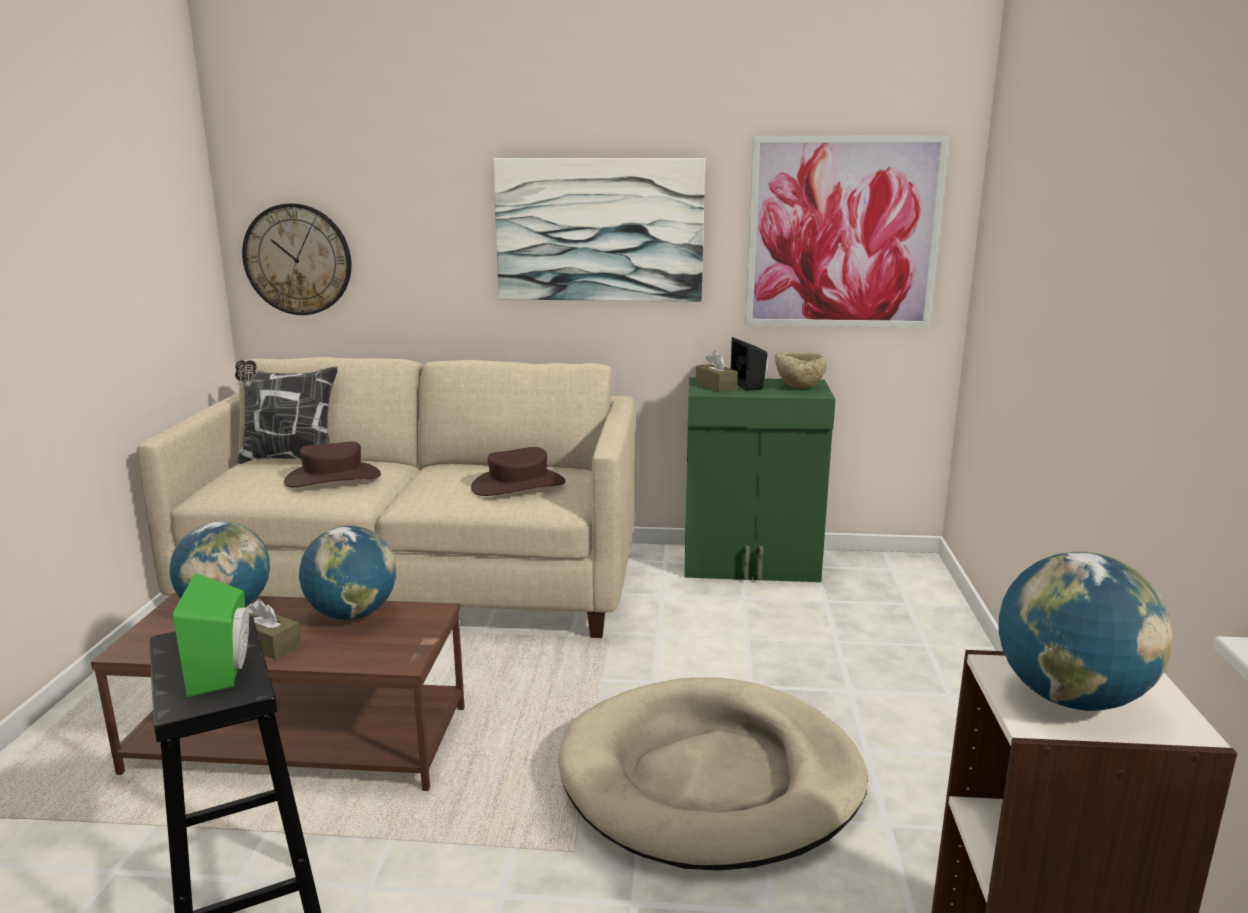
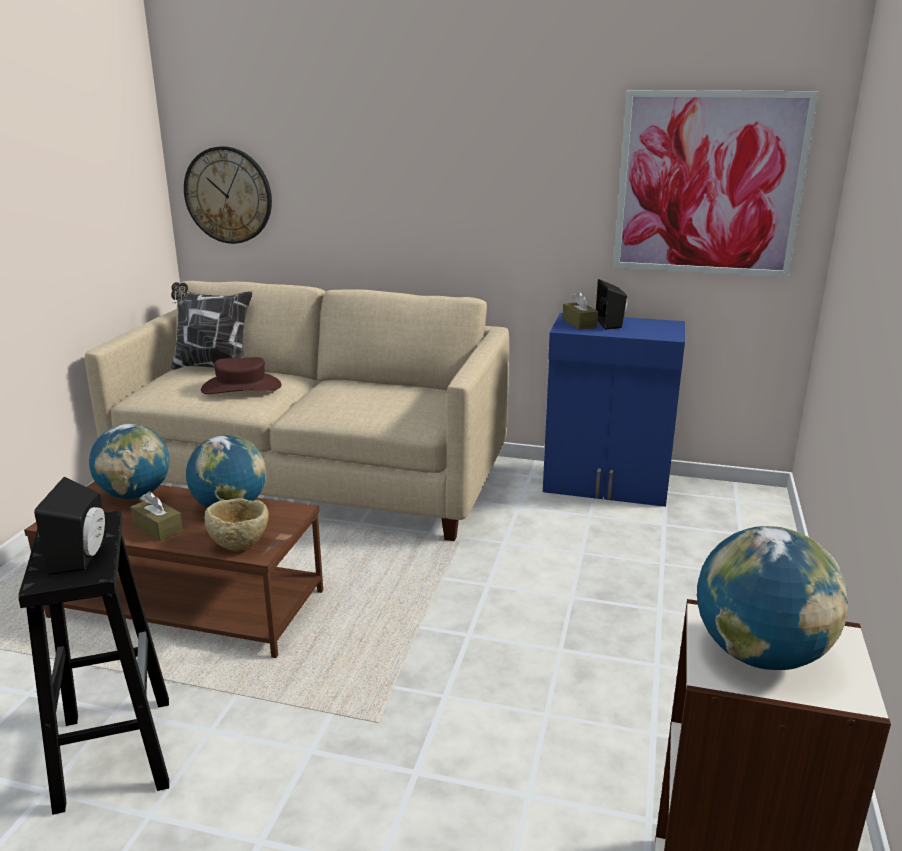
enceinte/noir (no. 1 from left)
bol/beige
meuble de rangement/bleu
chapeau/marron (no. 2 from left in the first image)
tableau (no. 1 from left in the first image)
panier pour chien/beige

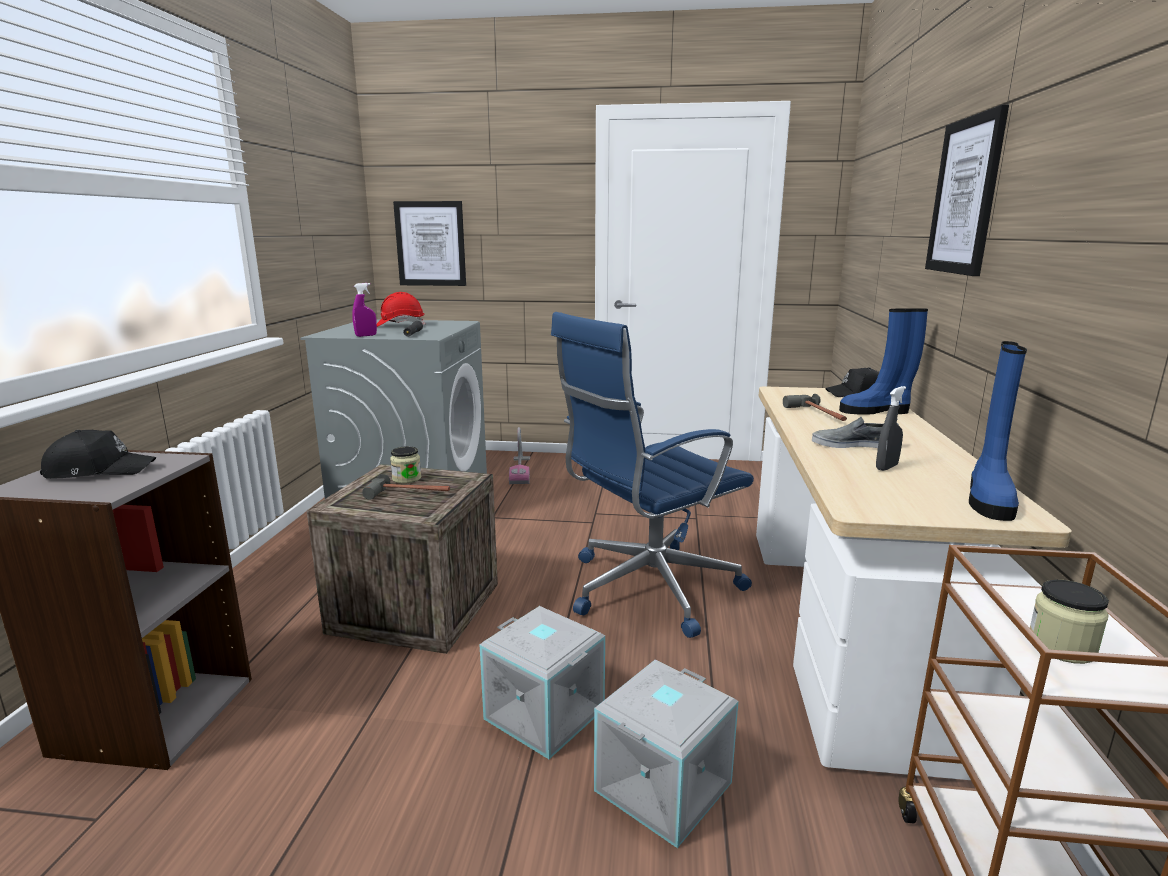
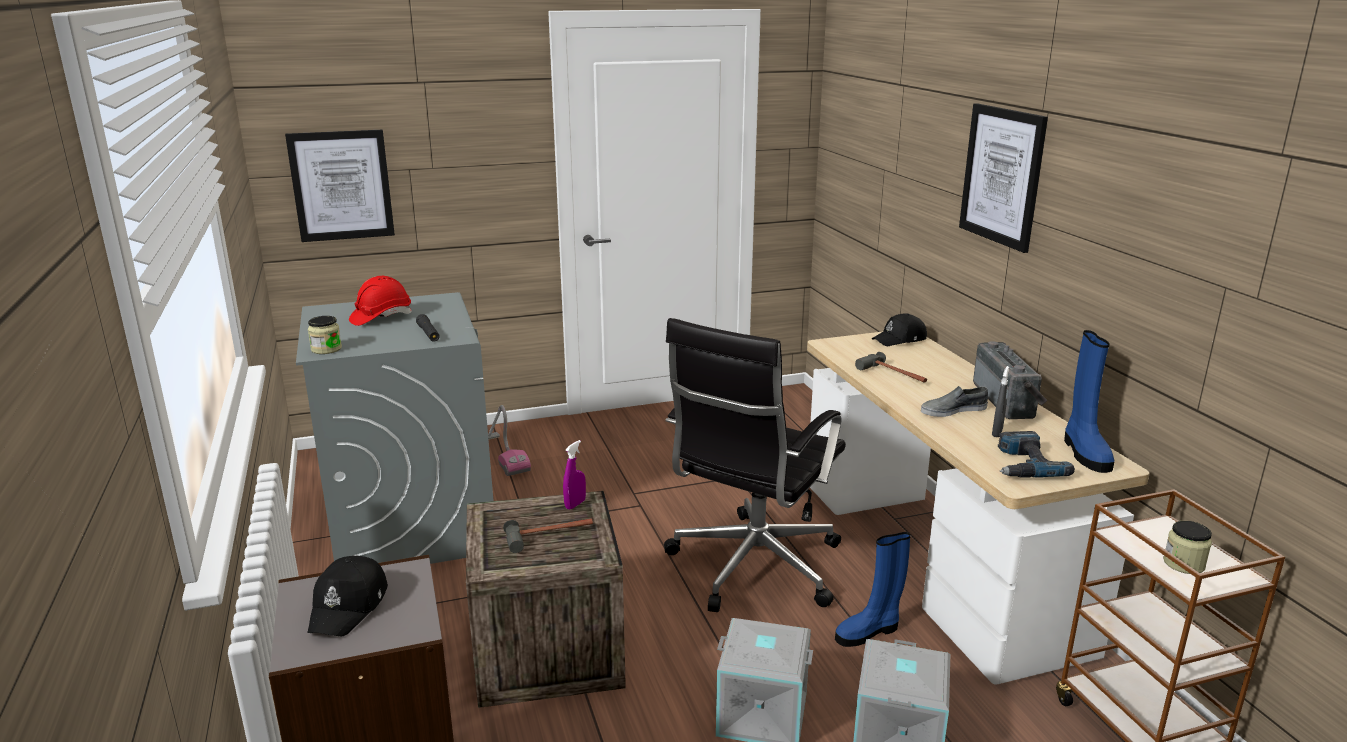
casquette/noir (no. 1 from left)
bocal (no. 1 from left)
vaporisateur/violet
chaise de bureau/noir
botte/bleu (no. 1 from left)
radio
perceuse

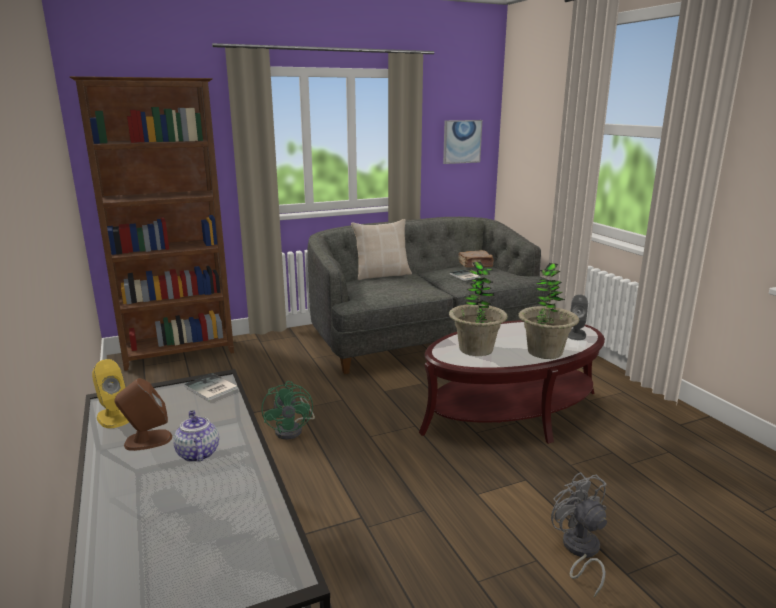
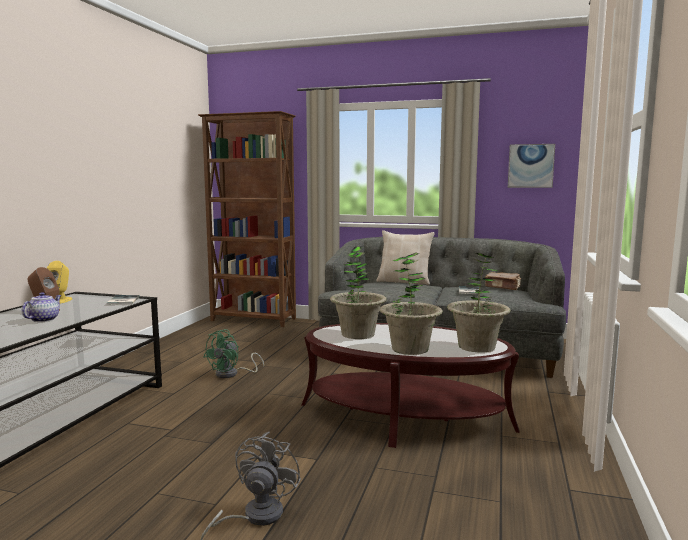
plante en pot (no. 3 from left)

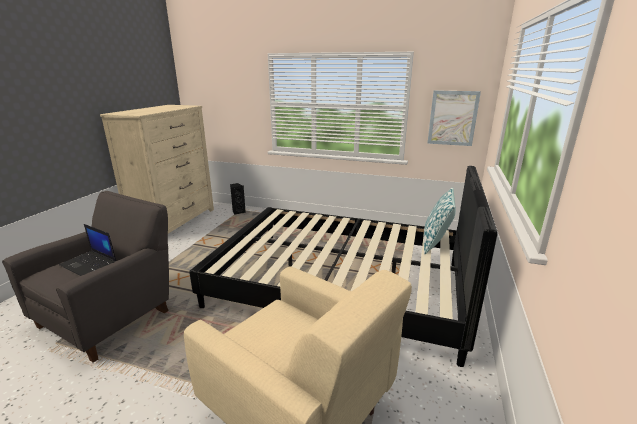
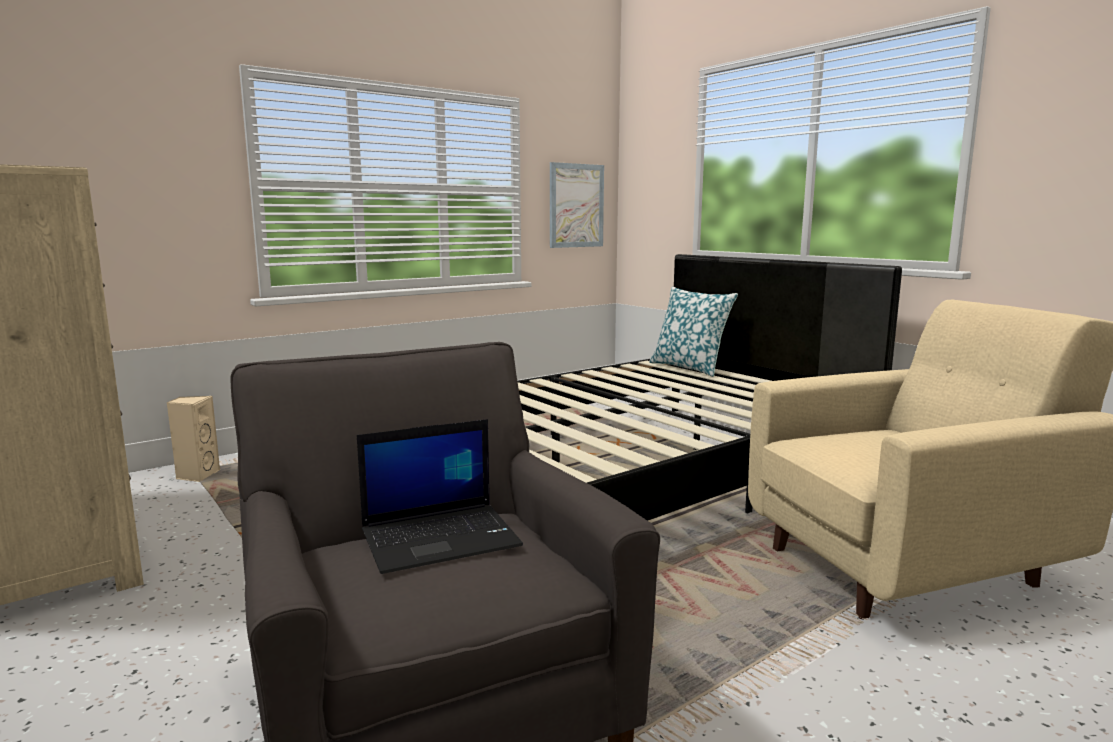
enceinte/beige

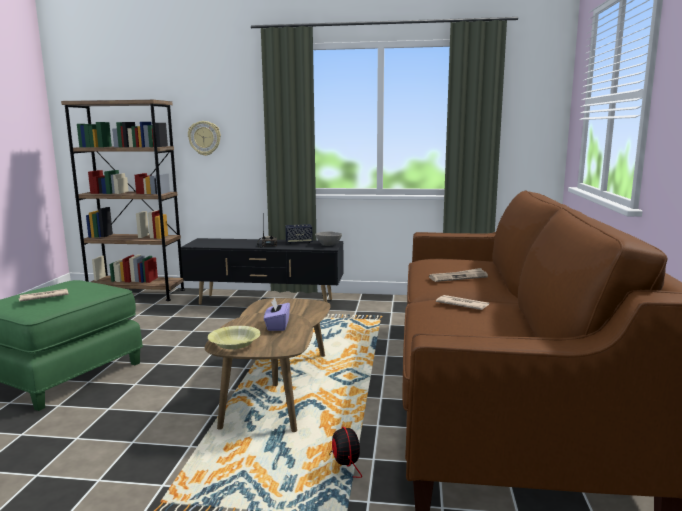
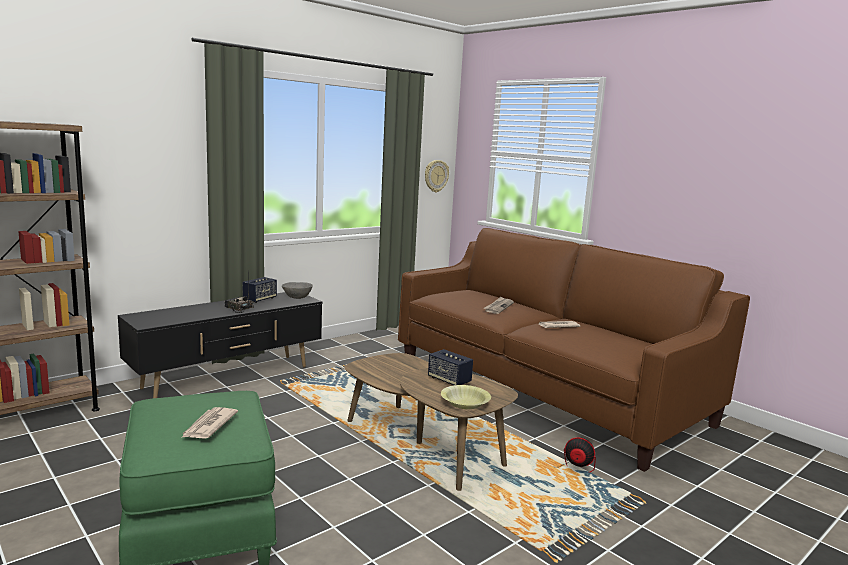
horloge murale
enceinte (no. 2 from left)

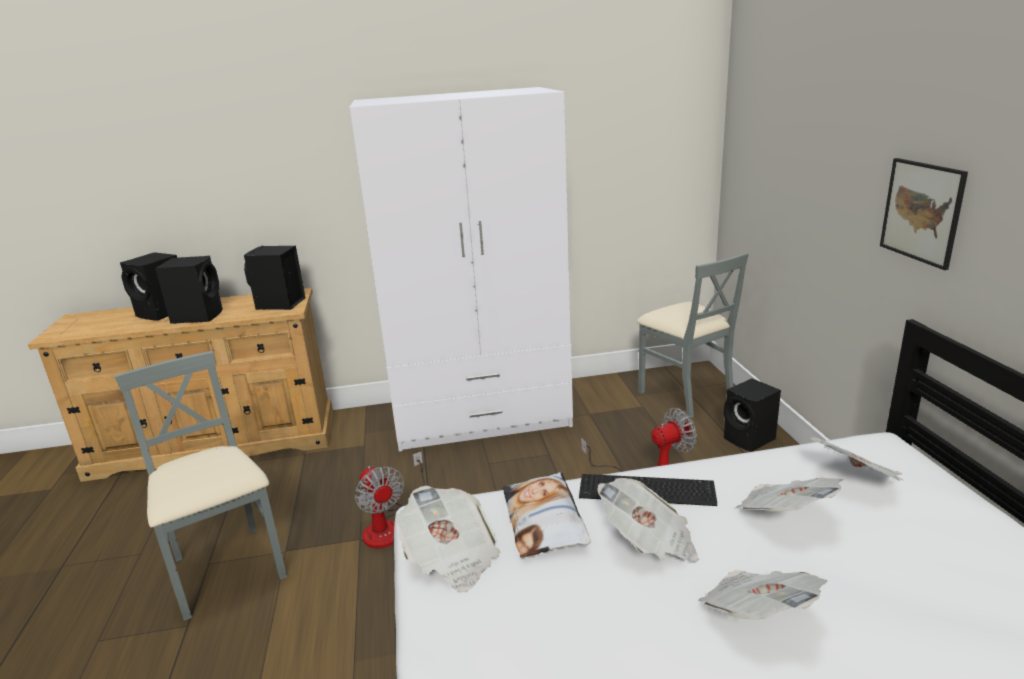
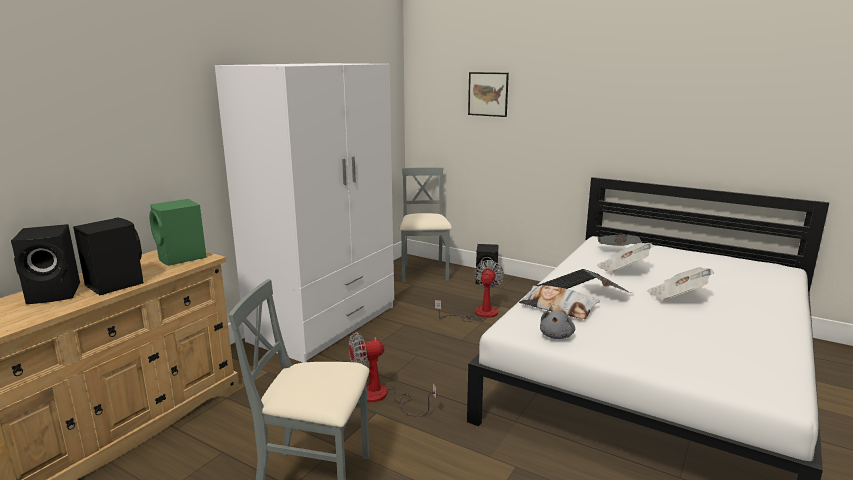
enceinte/vert
ventilateur (no. 1 from left)
chaise/gris (no. 2 from left)
tableau
peluche/gris

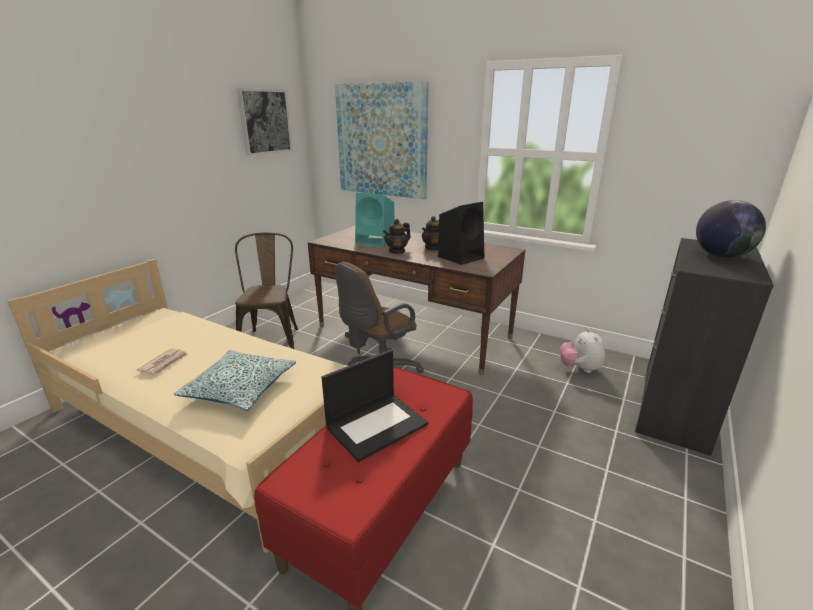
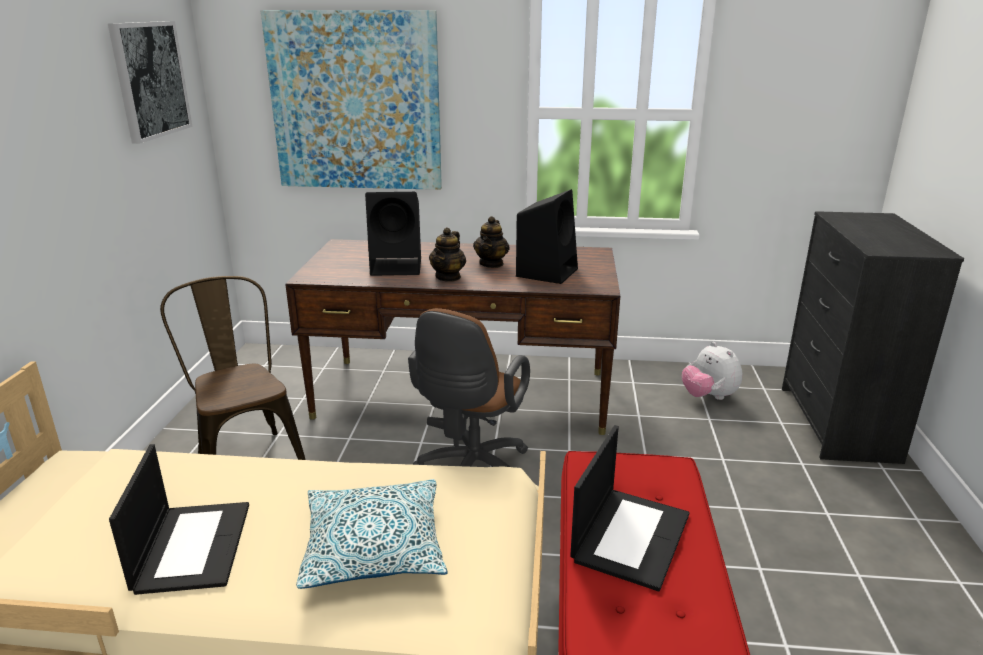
ordinateur portable (no. 1 from left)
enceinte/noir (no. 1 from left)
globe

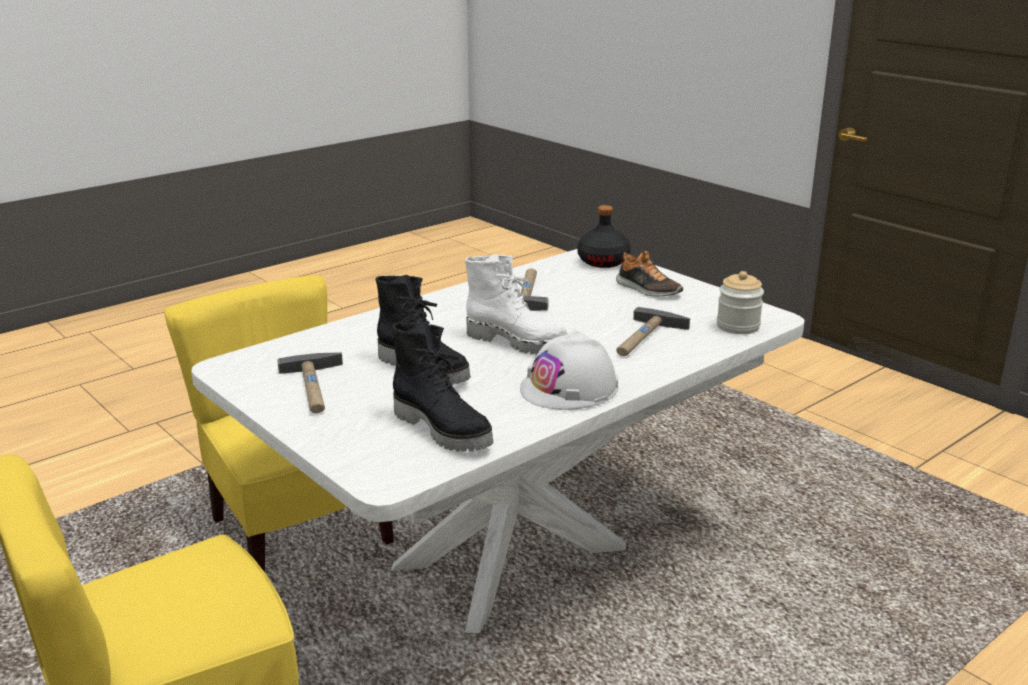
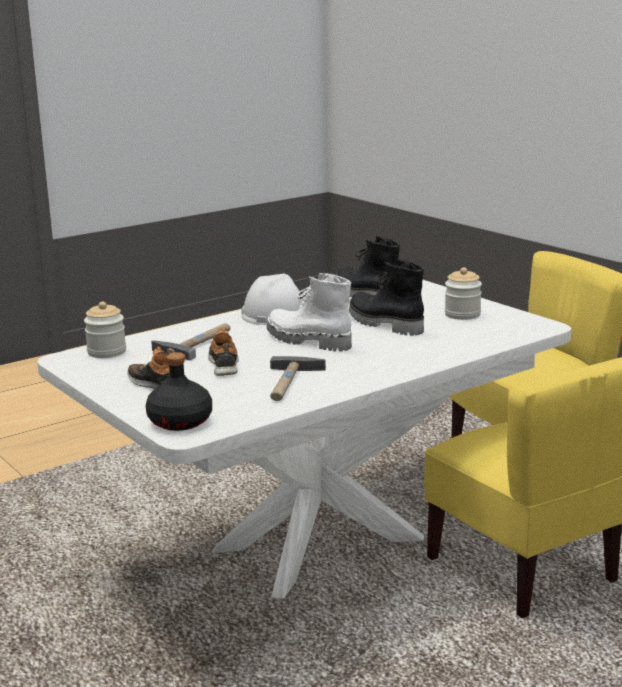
chaussure (no. 2 from left)
bocal (no. 2 from left)

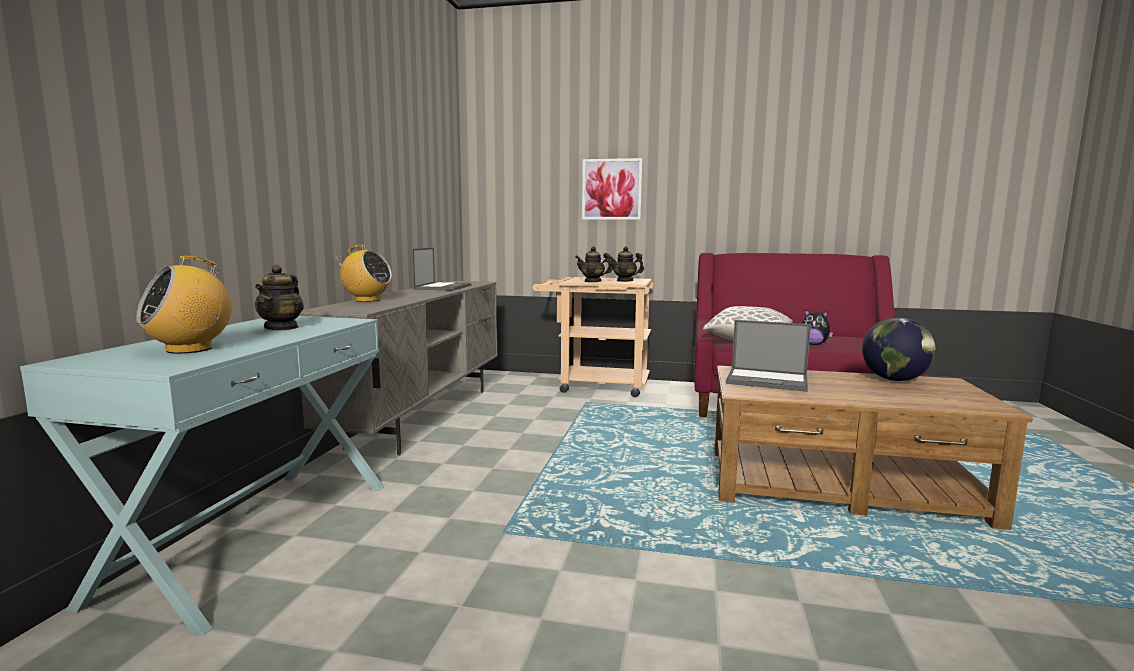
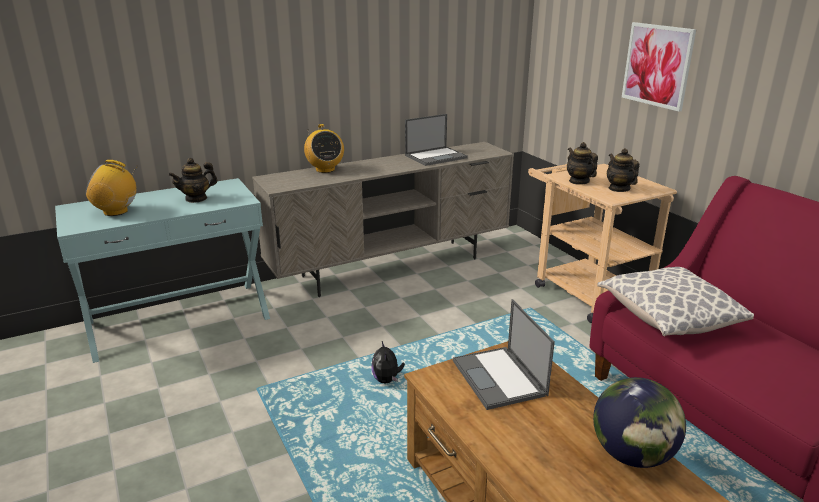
peluche

